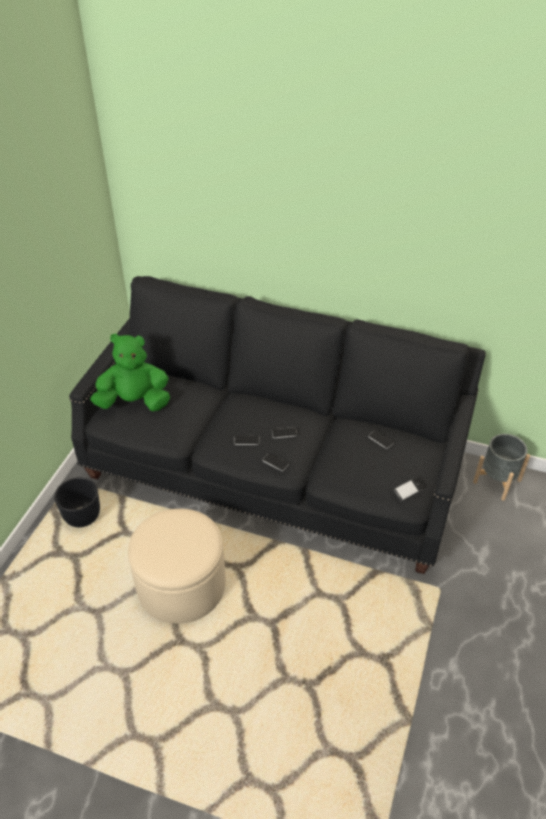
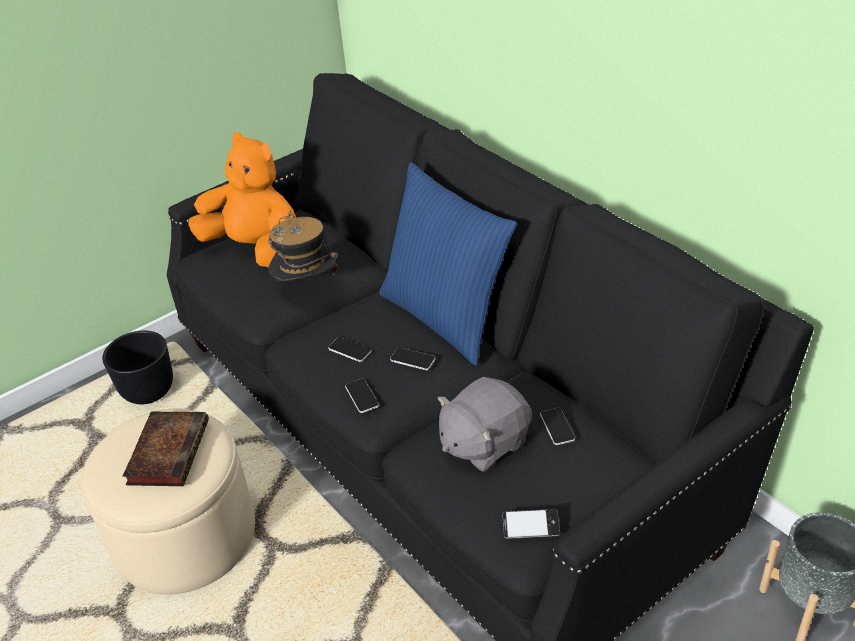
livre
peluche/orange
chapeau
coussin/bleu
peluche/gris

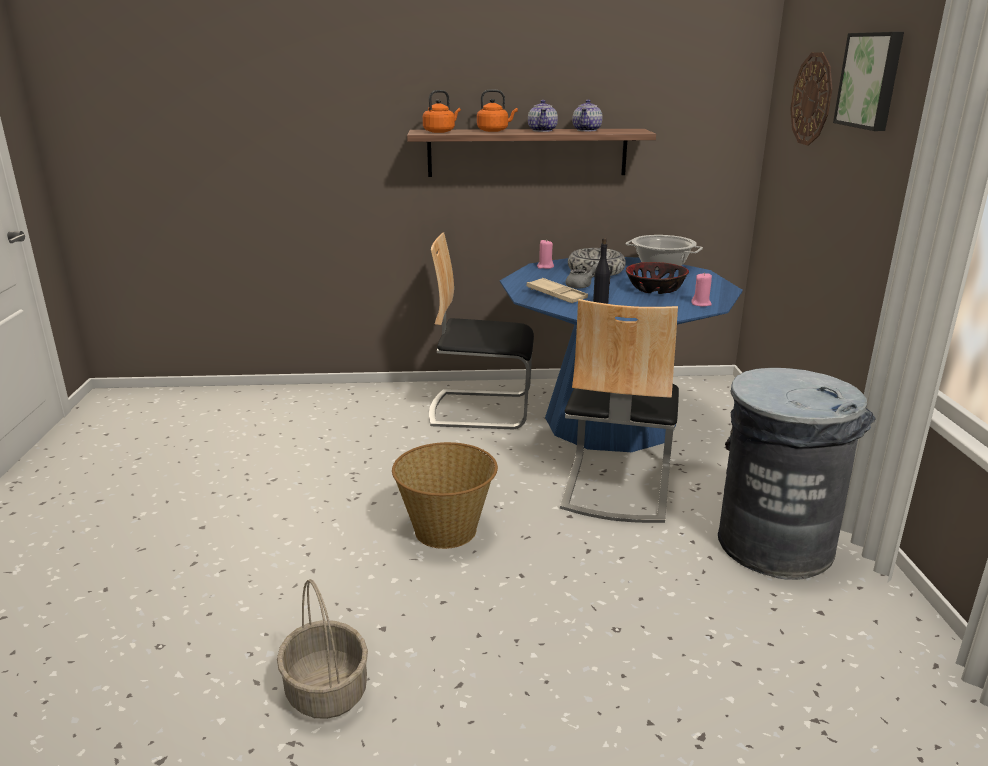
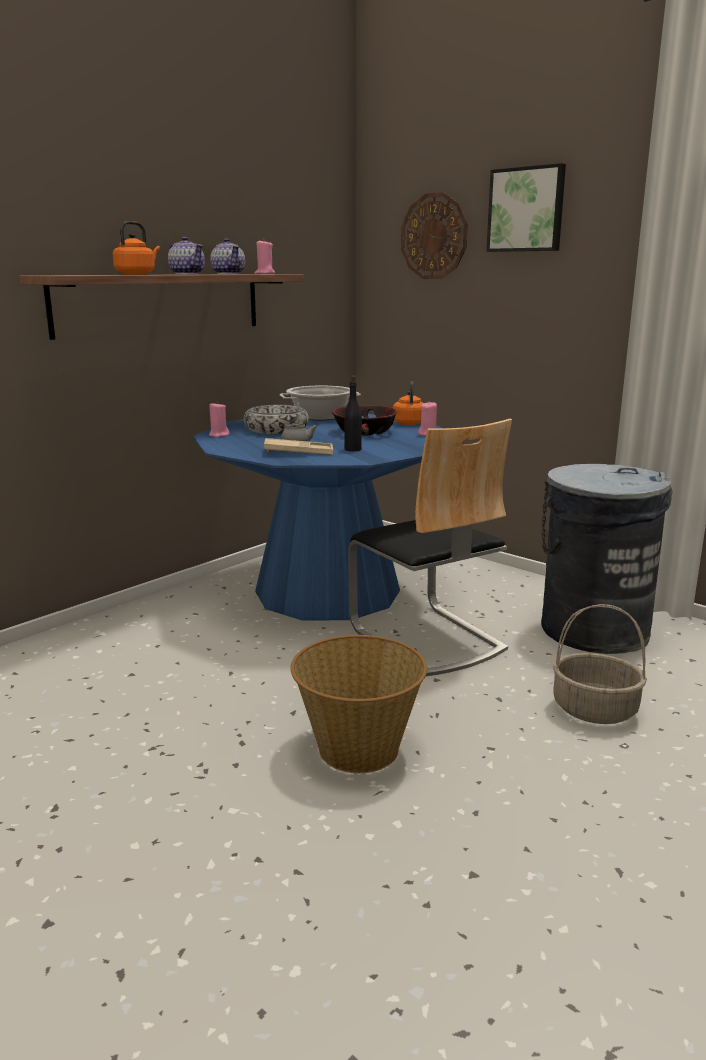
bougie/rose (no. 2 from left)
bouilloire/orange (no. 2 from left)
panier (no. 2 from left)
chaise (no. 1 from left in the first image)

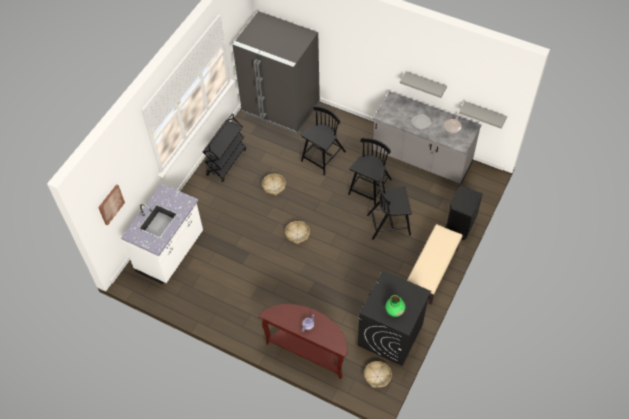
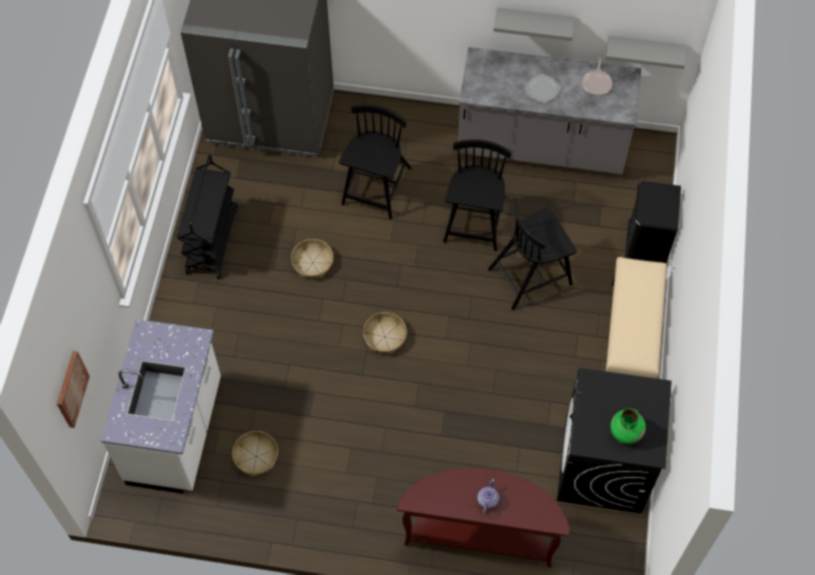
panier (no. 1 from left)

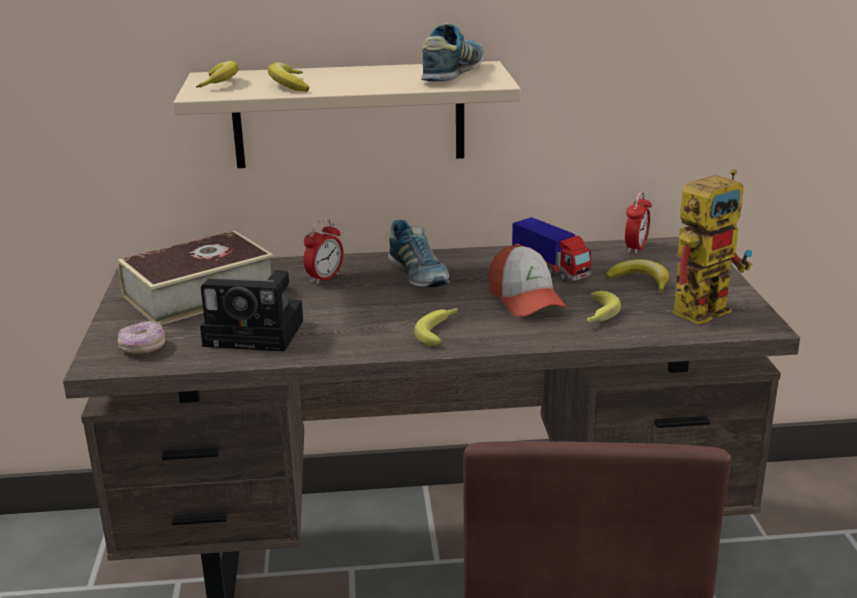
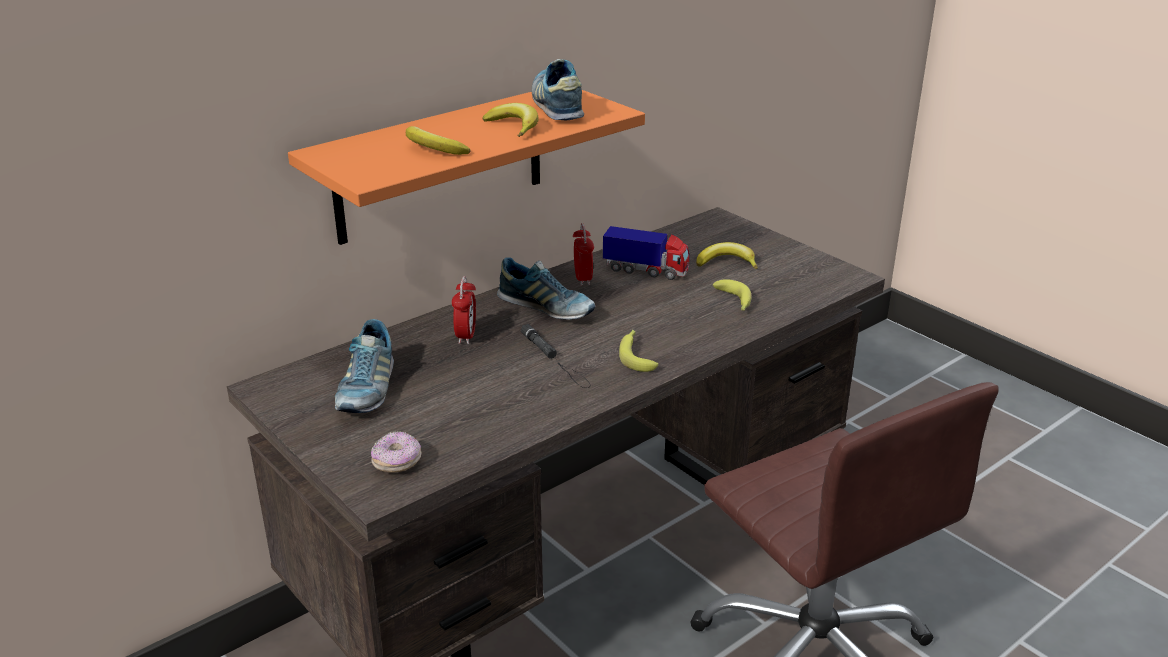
étagère/orange
chaussure (no. 1 from left)
banane (no. 2 from left)
lampe de poche/noir
réveil (no. 2 from left)
appareil photo
casquette
robot jouet

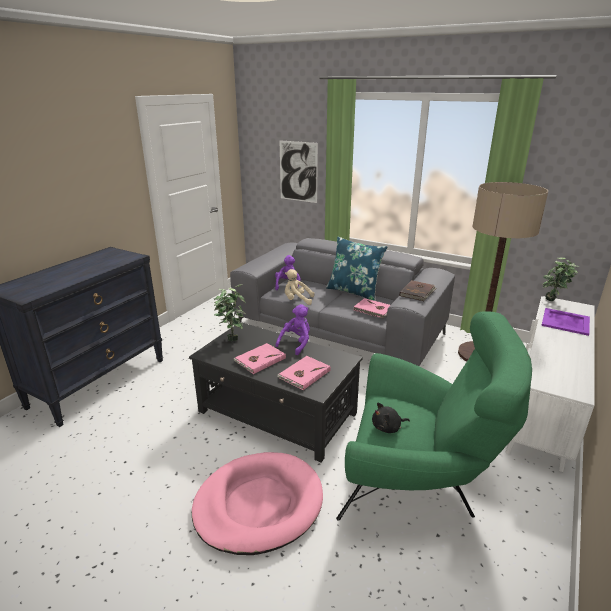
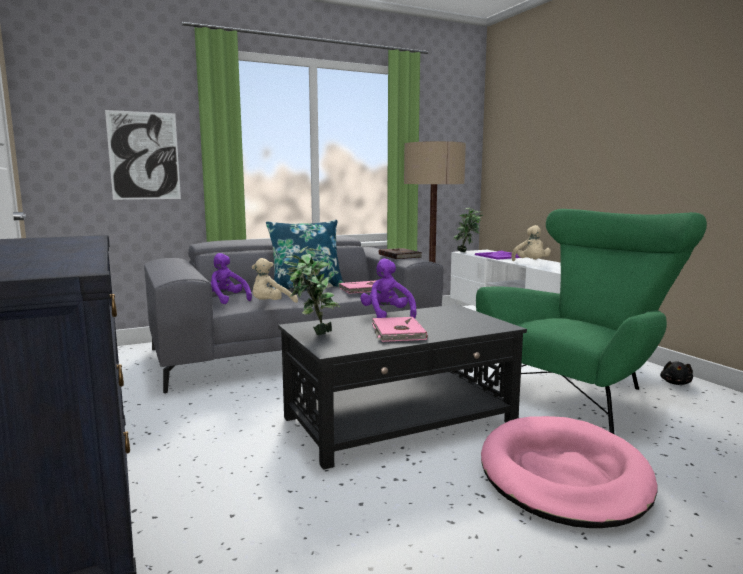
peluche/beige (no. 2 from left)
peluche/noir
livre/rose (no. 2 from left in the first image)

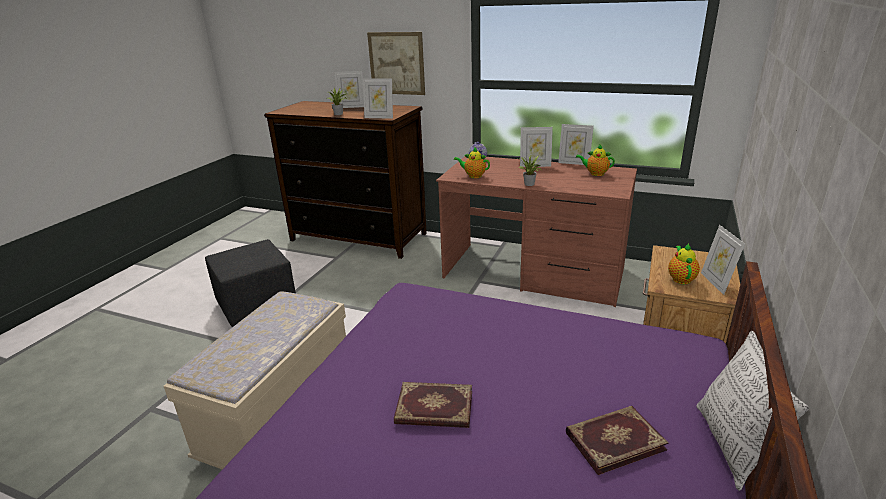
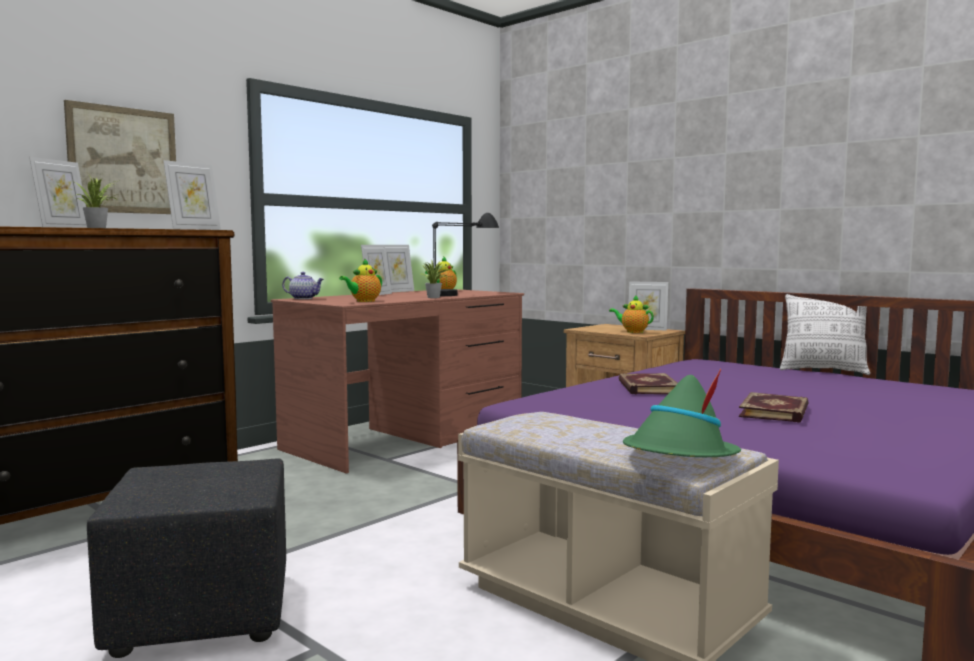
lampe de table/noir
livre (no. 1 from left)
chapeau/vert

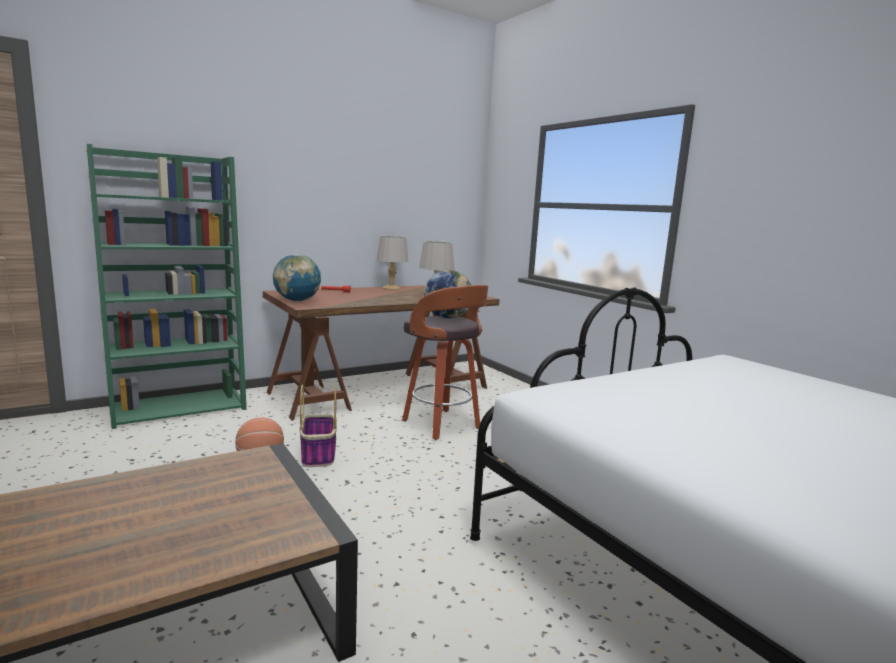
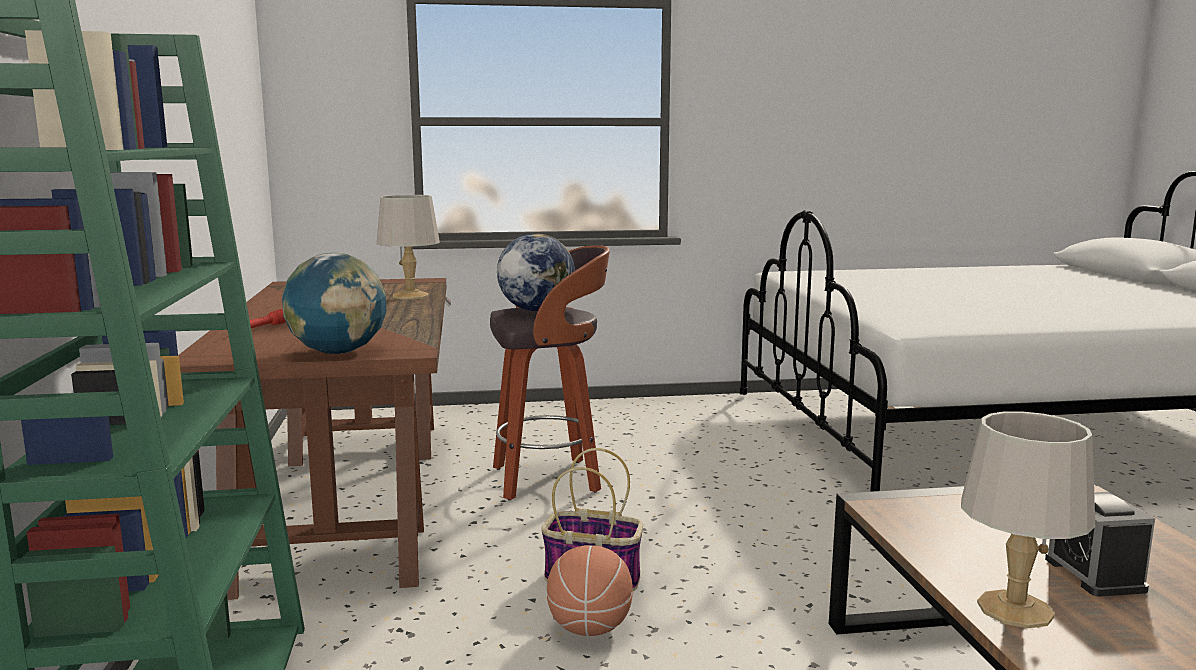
lampe de table/gris (no. 2 from left)
réveil

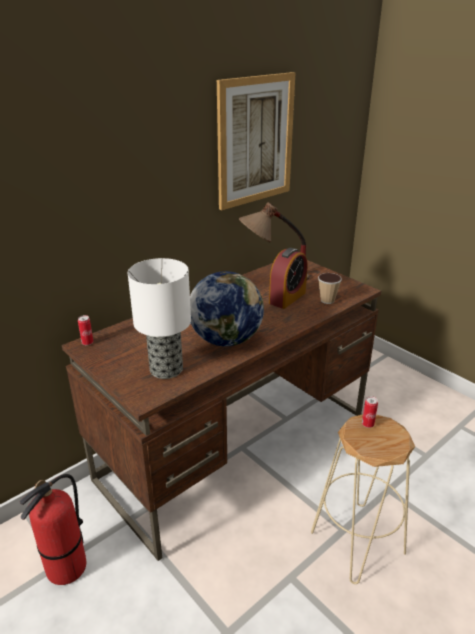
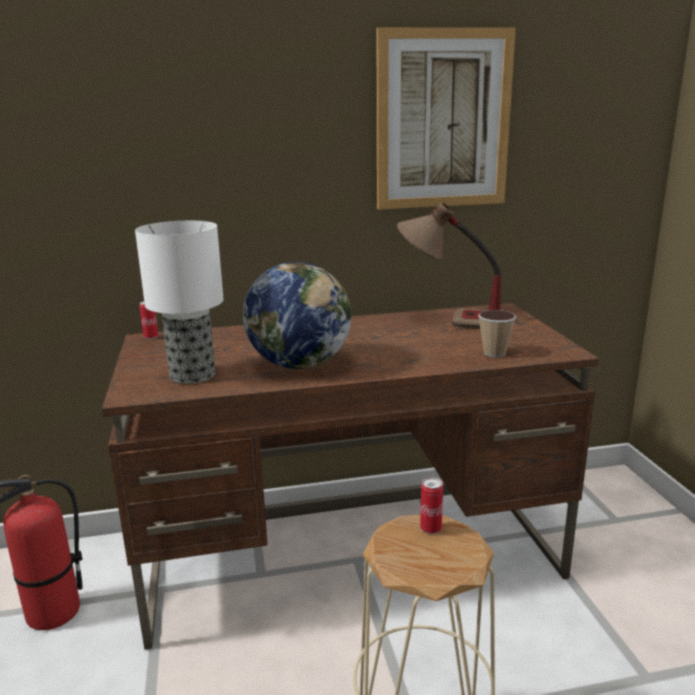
réveil

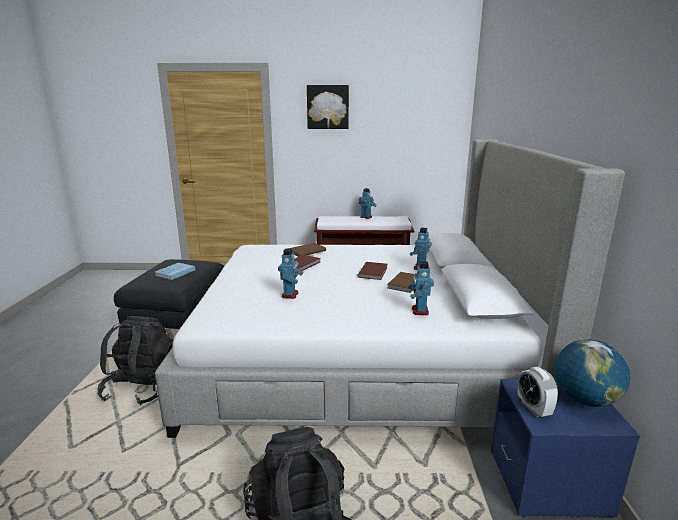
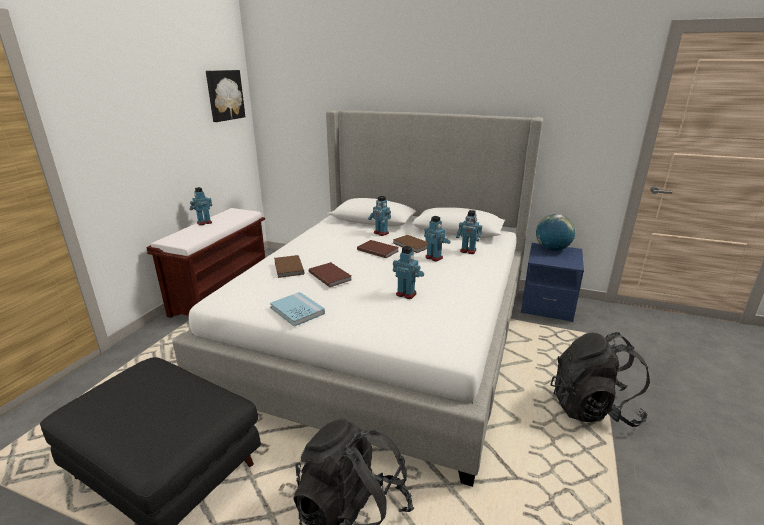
tableau
livre/bleu
robot jouet (no. 4 from left)
réveil

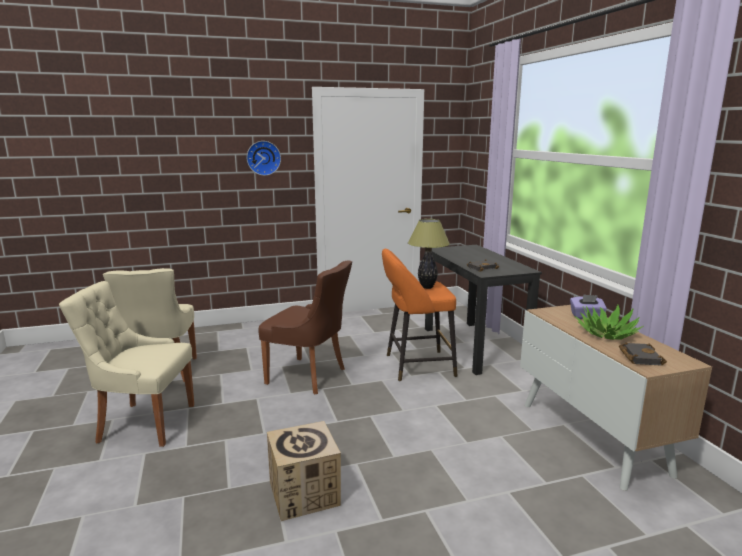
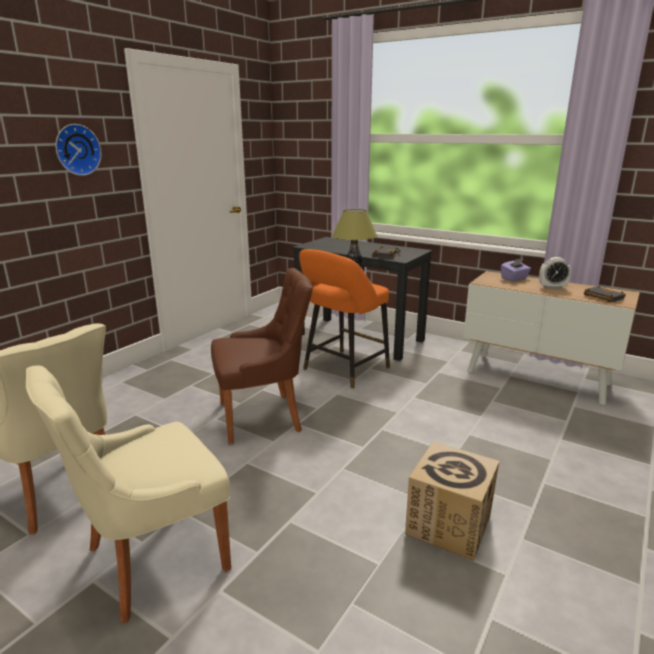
réveil

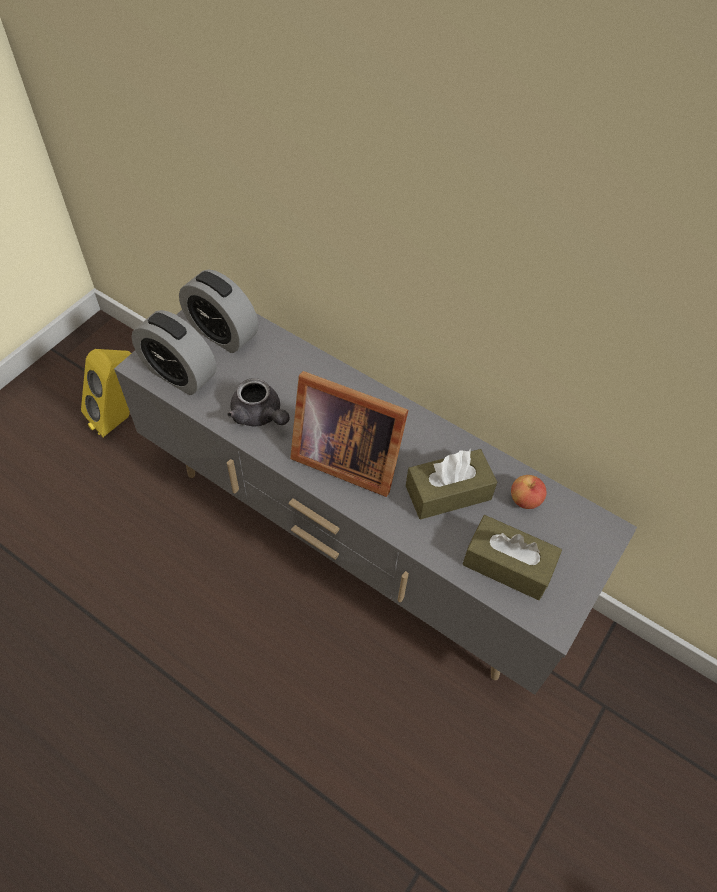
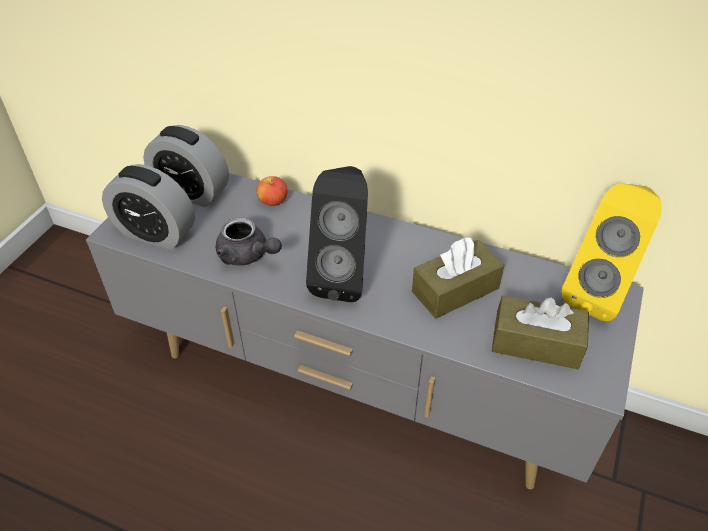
pomme
enceinte/noir
enceinte/jaune

